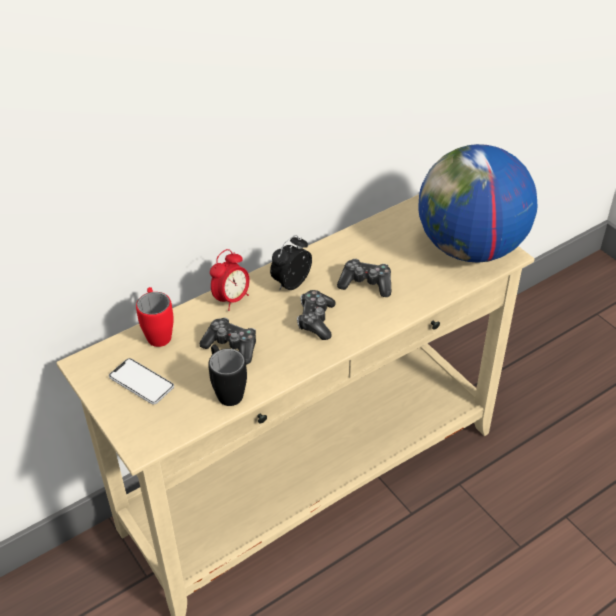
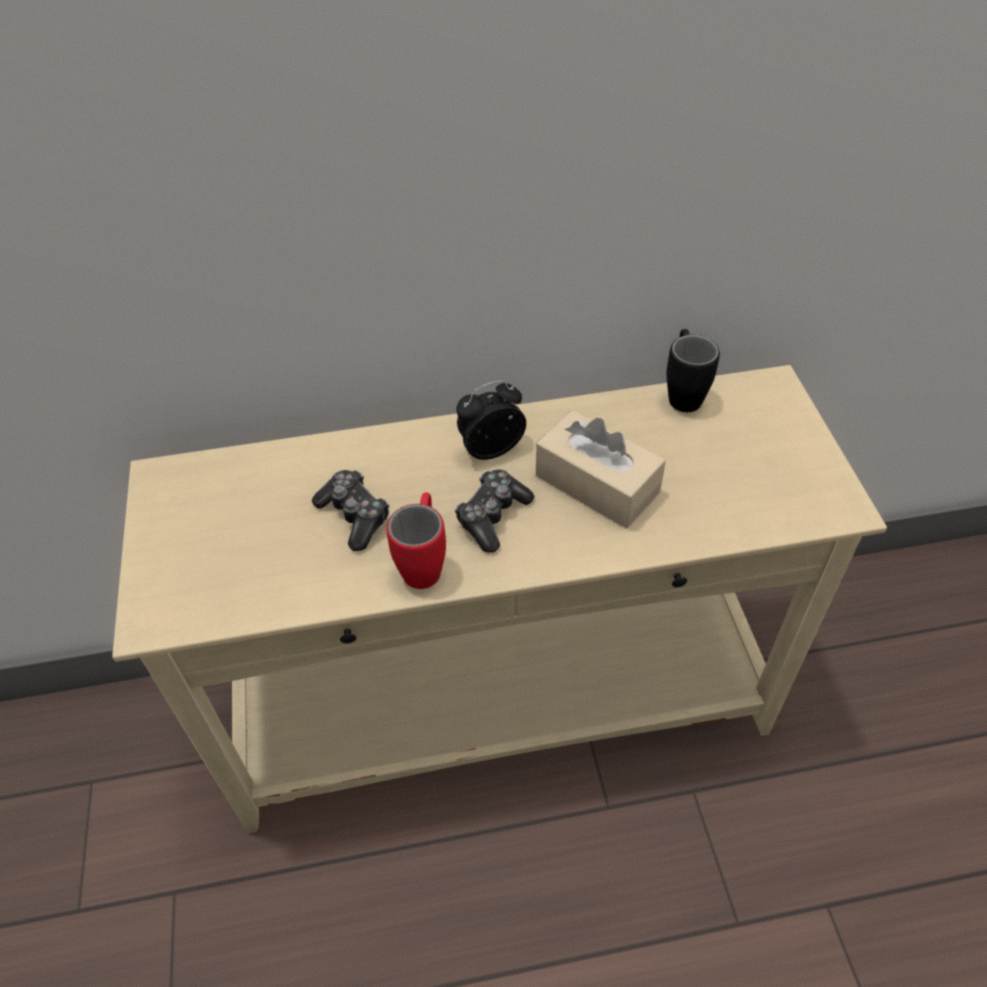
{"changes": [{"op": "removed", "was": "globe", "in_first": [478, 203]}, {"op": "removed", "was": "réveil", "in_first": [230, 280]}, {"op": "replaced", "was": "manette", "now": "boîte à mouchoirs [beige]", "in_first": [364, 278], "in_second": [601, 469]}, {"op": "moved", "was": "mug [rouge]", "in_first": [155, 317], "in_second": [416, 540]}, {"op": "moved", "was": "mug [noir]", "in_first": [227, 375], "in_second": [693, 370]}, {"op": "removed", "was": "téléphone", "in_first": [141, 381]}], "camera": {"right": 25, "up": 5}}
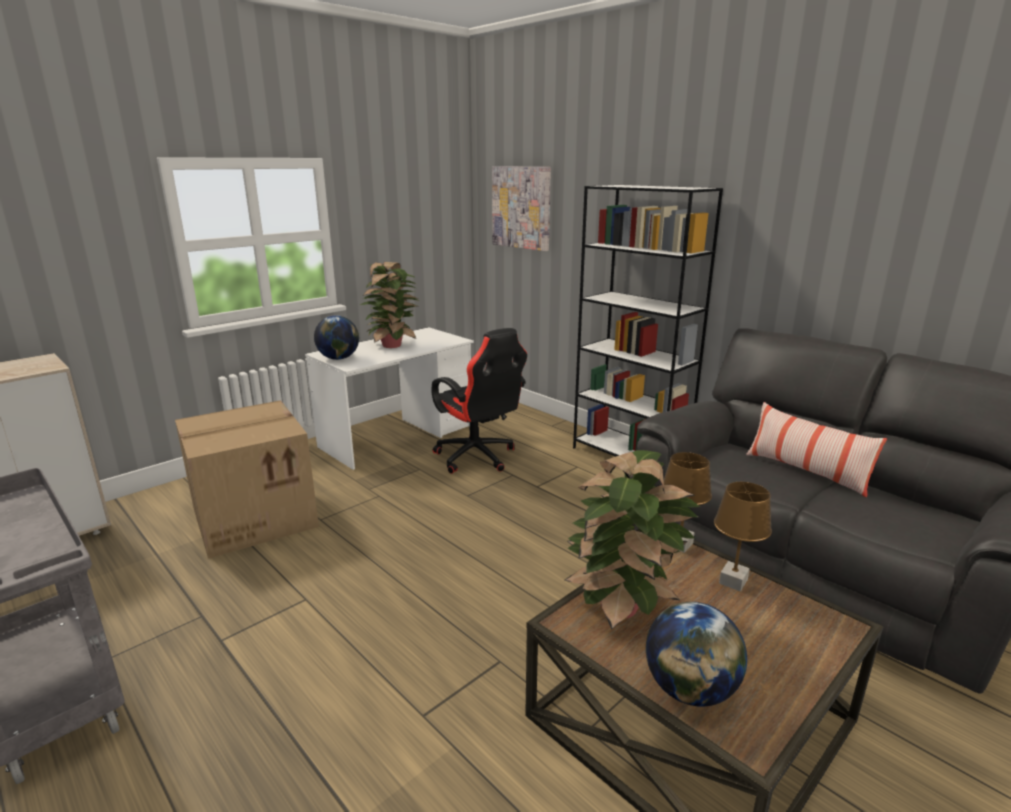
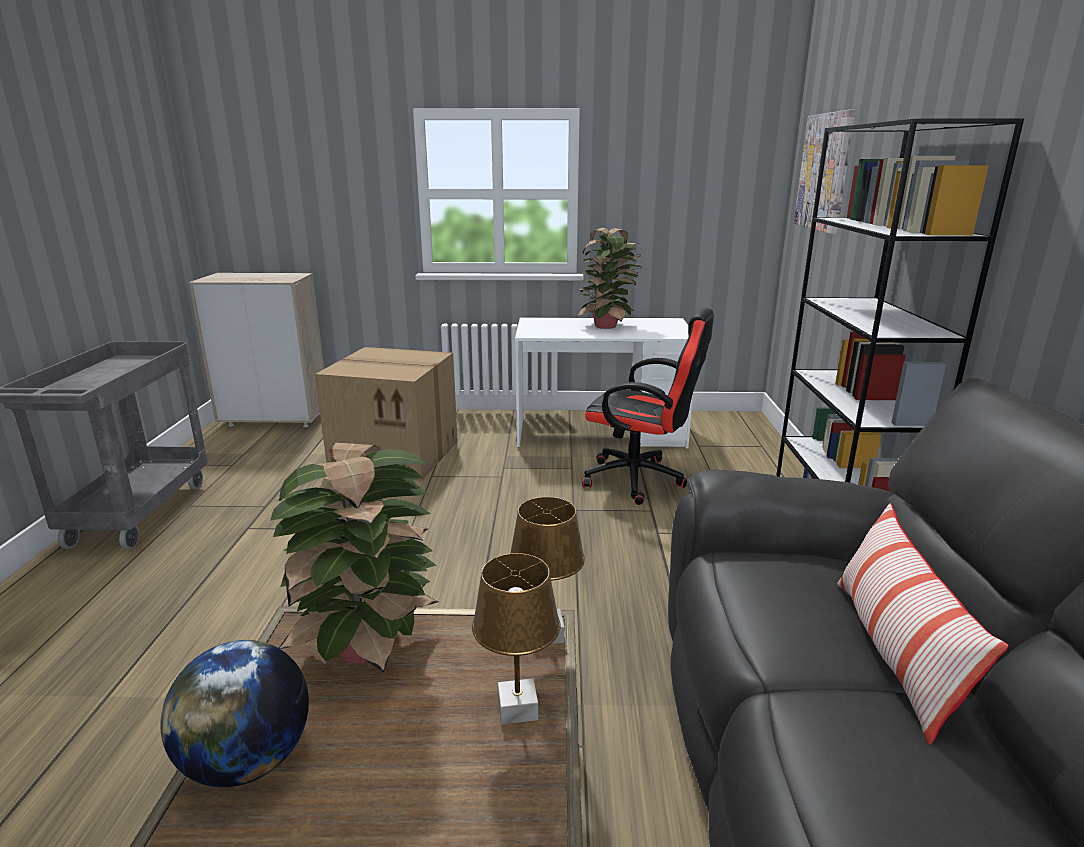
{"changes": [{"op": "removed", "was": "globe", "in_first": [336, 337]}, {"op": "turned", "was": "chaise de bureau [noir]", "in_first": [479, 401], "in_second": [648, 406], "clockwise": -75}], "camera": {"right": 45, "up": 0}}
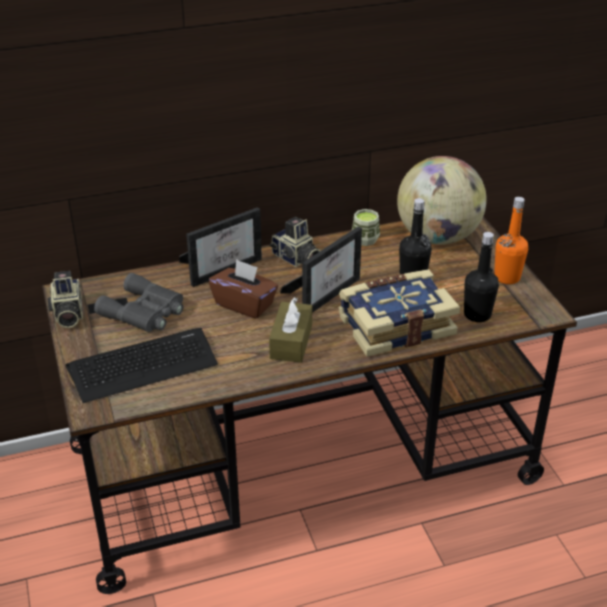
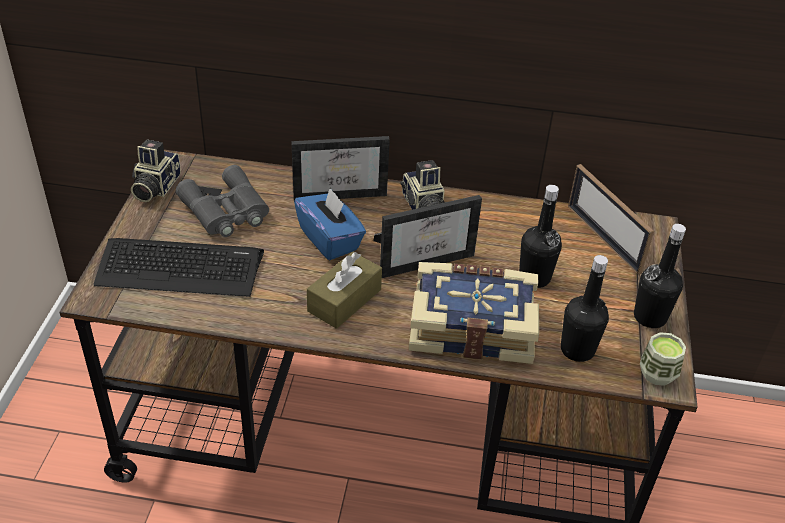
{"changes": [{"op": "replaced", "was": "globe", "now": "cadre photo", "in_first": [442, 200], "in_second": [611, 219]}, {"op": "recoloured", "was": "bouteille [orange]", "now": "bouteille [noir]", "in_first": [511, 240], "in_second": [660, 276]}, {"op": "moved", "was": "tasse", "in_first": [366, 227], "in_second": [663, 359]}, {"op": "recoloured", "was": "boîte à mouchoirs [marron]", "now": "boîte à mouchoirs [bleu]", "in_first": [243, 289], "in_second": [330, 223]}], "camera": {"right": 25, "up": 5}}
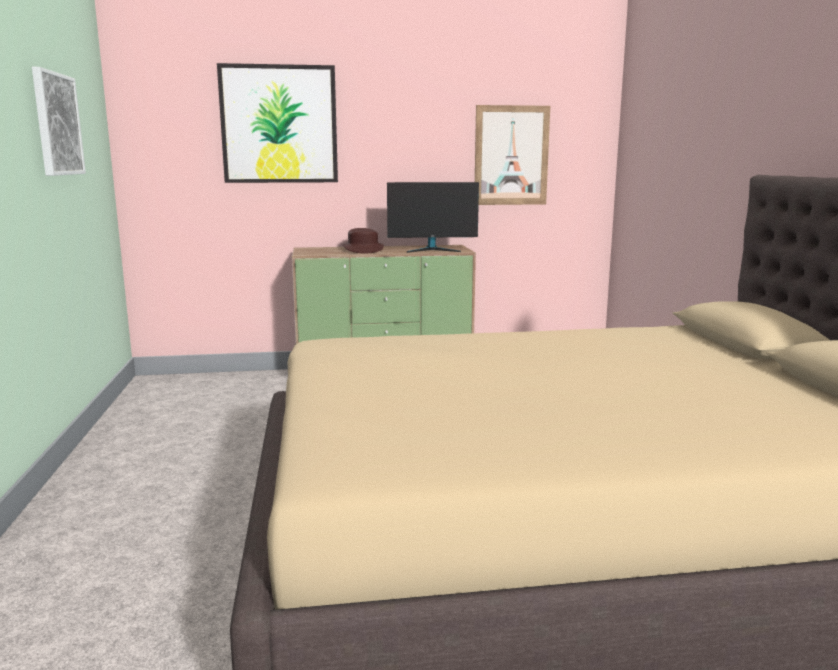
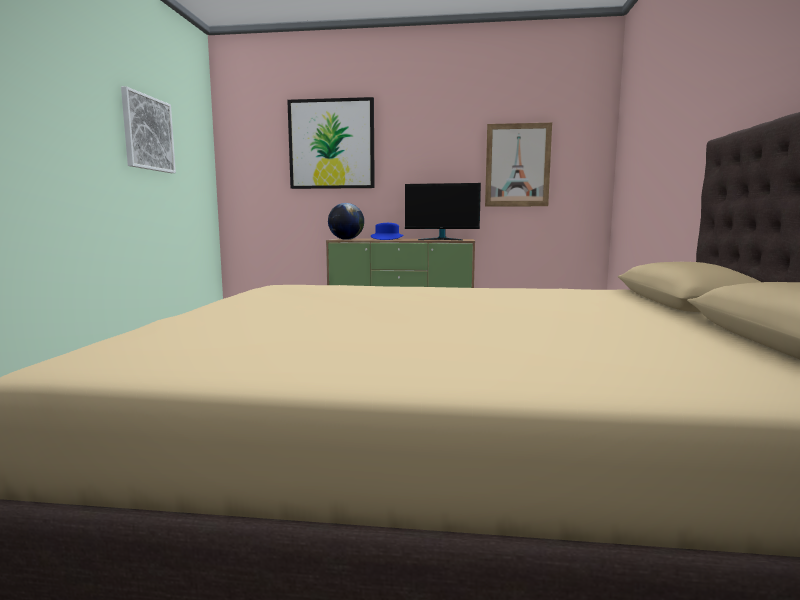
{"changes": [{"op": "recoloured", "was": "chapeau [marron]", "now": "chapeau [bleu]", "in_first": [363, 241], "in_second": [387, 231]}, {"op": "added", "now": "globe", "in_second": [346, 221]}], "camera": {"right": 15, "up": -5}}
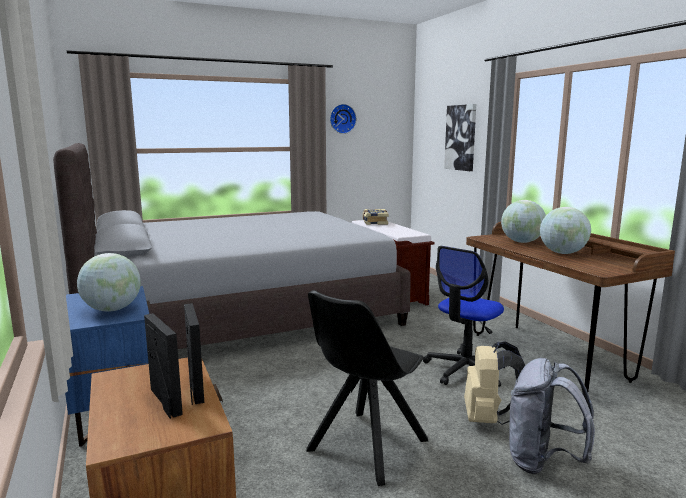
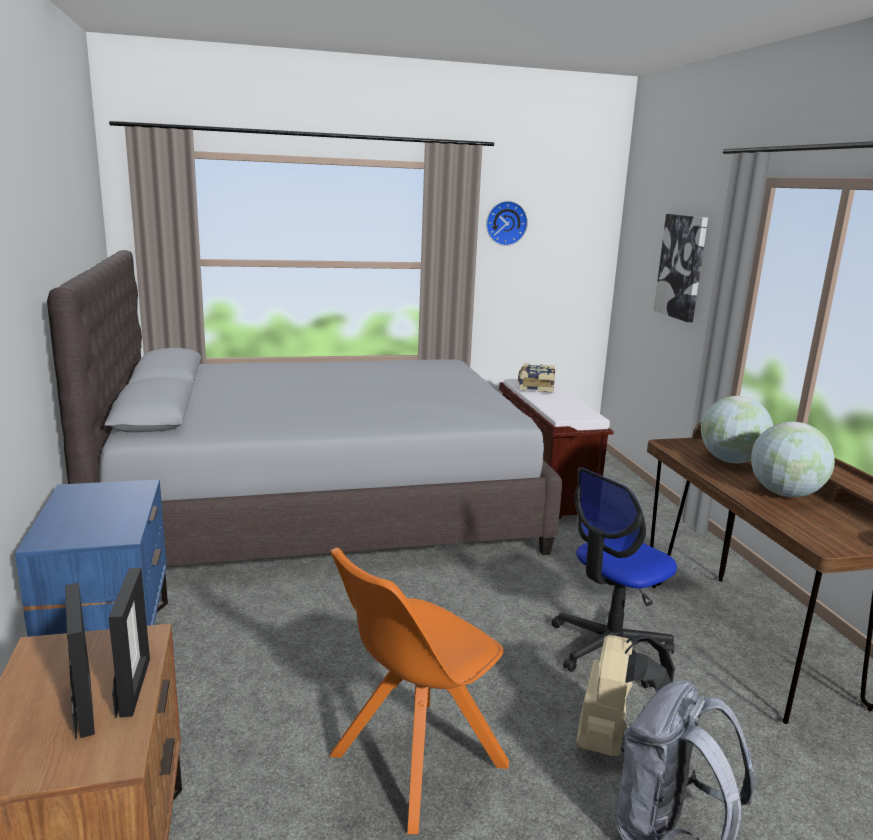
{"changes": [{"op": "removed", "was": "globe", "in_first": [109, 282]}, {"op": "recoloured", "was": "chaise [noir]", "now": "chaise [orange]", "in_first": [367, 388], "in_second": [419, 691]}], "camera": {"right": 10, "up": 5}}
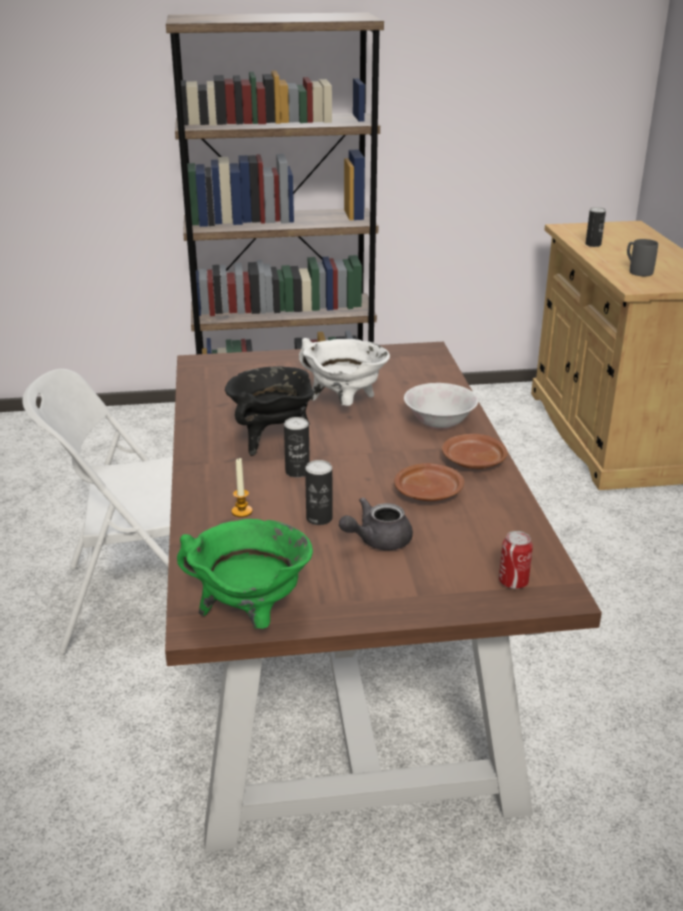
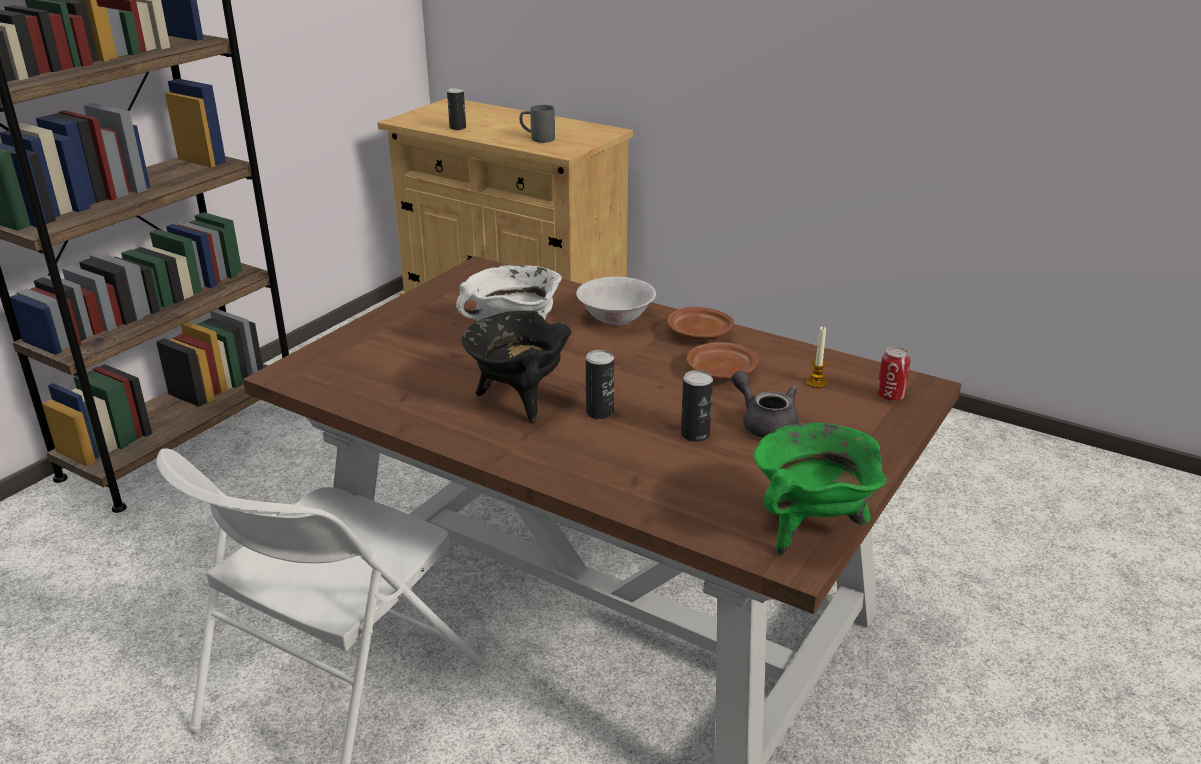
{"changes": [{"op": "moved", "was": "bougie", "in_first": [242, 487], "in_second": [817, 357]}, {"op": "turned", "was": "théière [gris]", "in_first": [376, 523], "in_second": [765, 404], "clockwise": 135}], "camera": {"right": -50, "up": 0}}
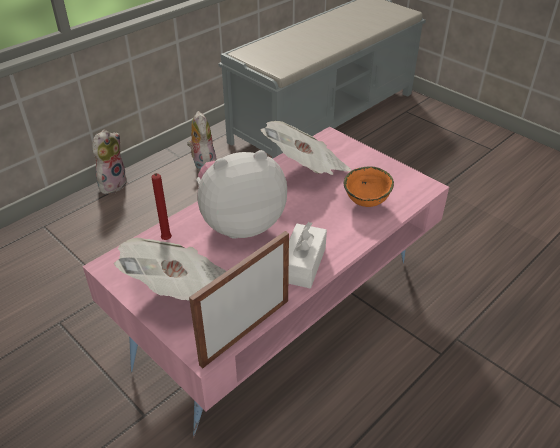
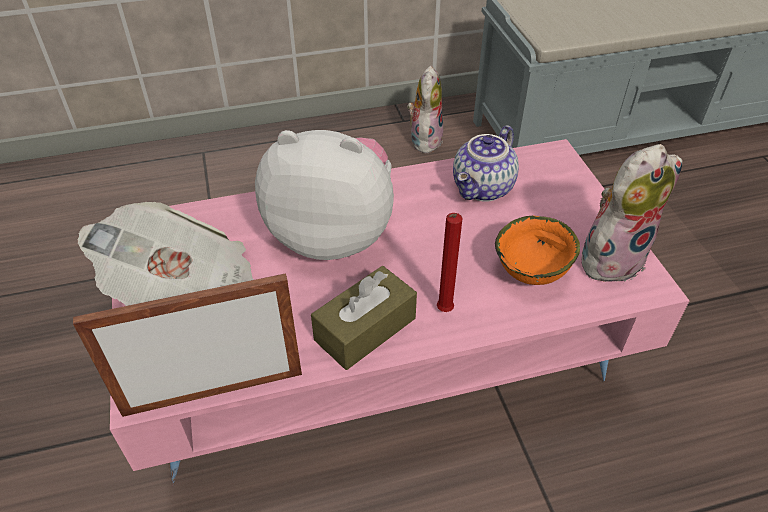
{"changes": [{"op": "replaced", "was": "journal", "now": "théière", "in_first": [305, 148], "in_second": [486, 163]}, {"op": "moved", "was": "peluche", "in_first": [110, 163], "in_second": [632, 214]}, {"op": "moved", "was": "bougie [rouge]", "in_first": [161, 206], "in_second": [450, 262]}, {"op": "recoloured", "was": "boîte à mouchoirs [blanc]", "now": "boîte à mouchoirs [marron]", "in_first": [307, 255], "in_second": [364, 318]}], "camera": {"right": 30, "up": 5}}
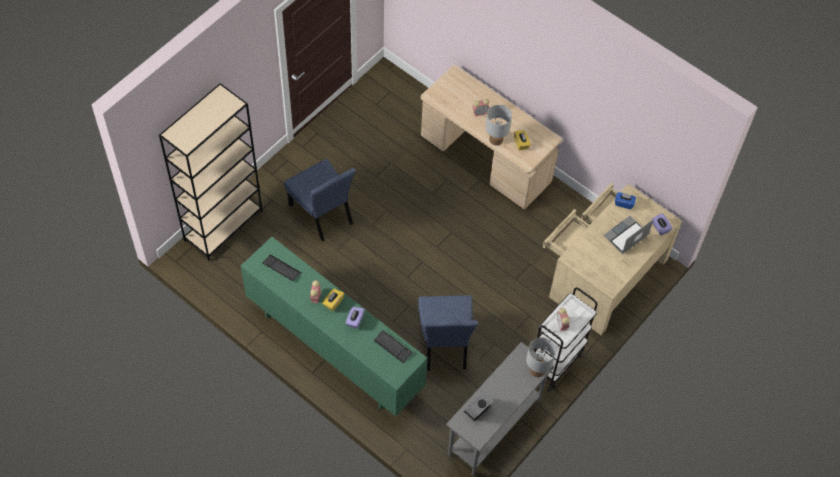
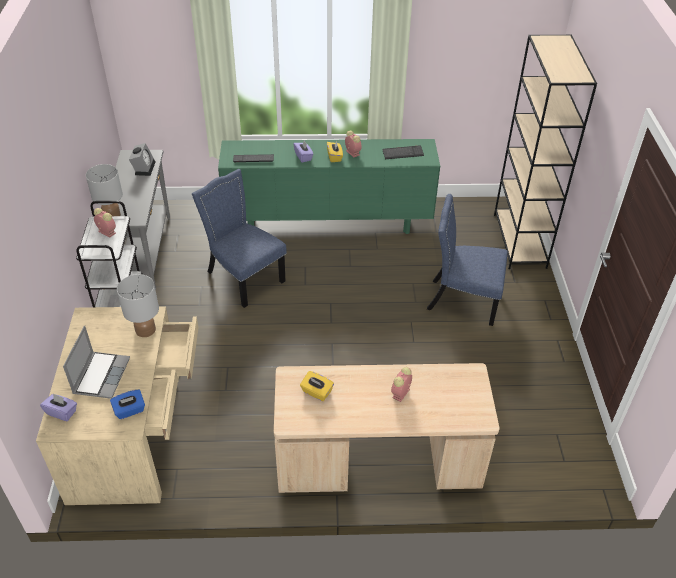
{"changes": [{"op": "moved", "was": "lampe de table [gris]", "in_first": [499, 125], "in_second": [138, 305]}], "camera": {"right": 140, "up": -15}}
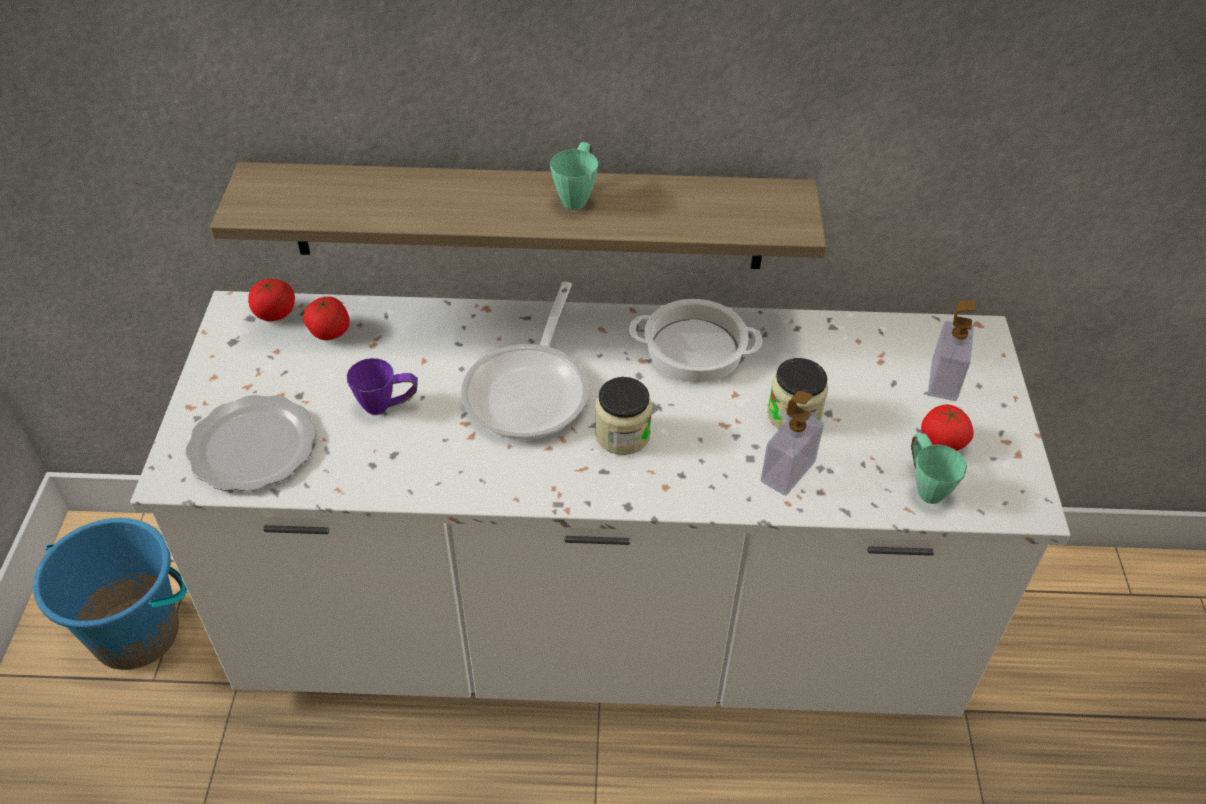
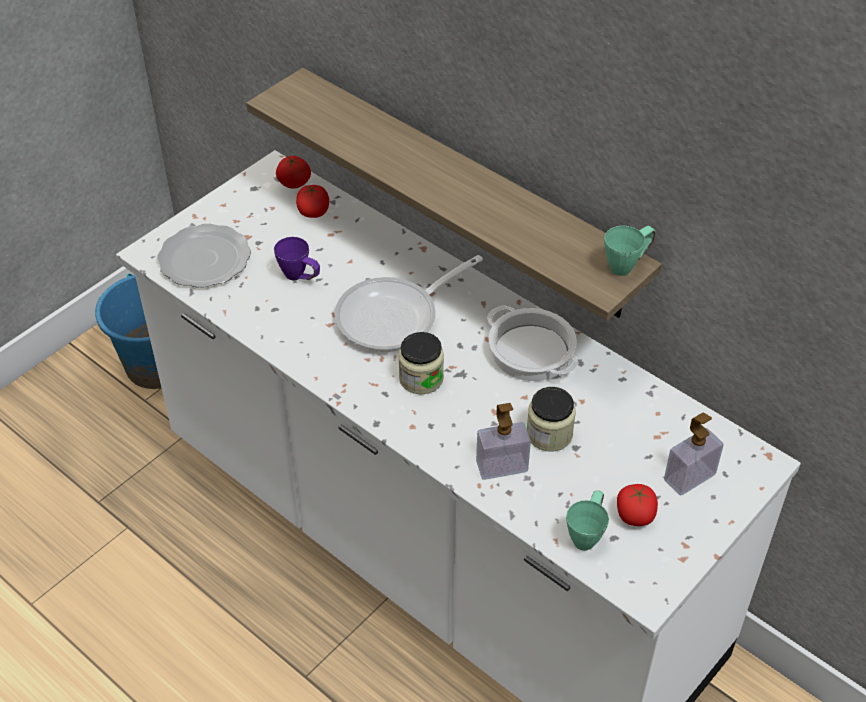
{"changes": [{"op": "moved", "was": "mug [vert]", "in_first": [574, 176], "in_second": [630, 250]}], "camera": {"right": 40, "up": 0}}
